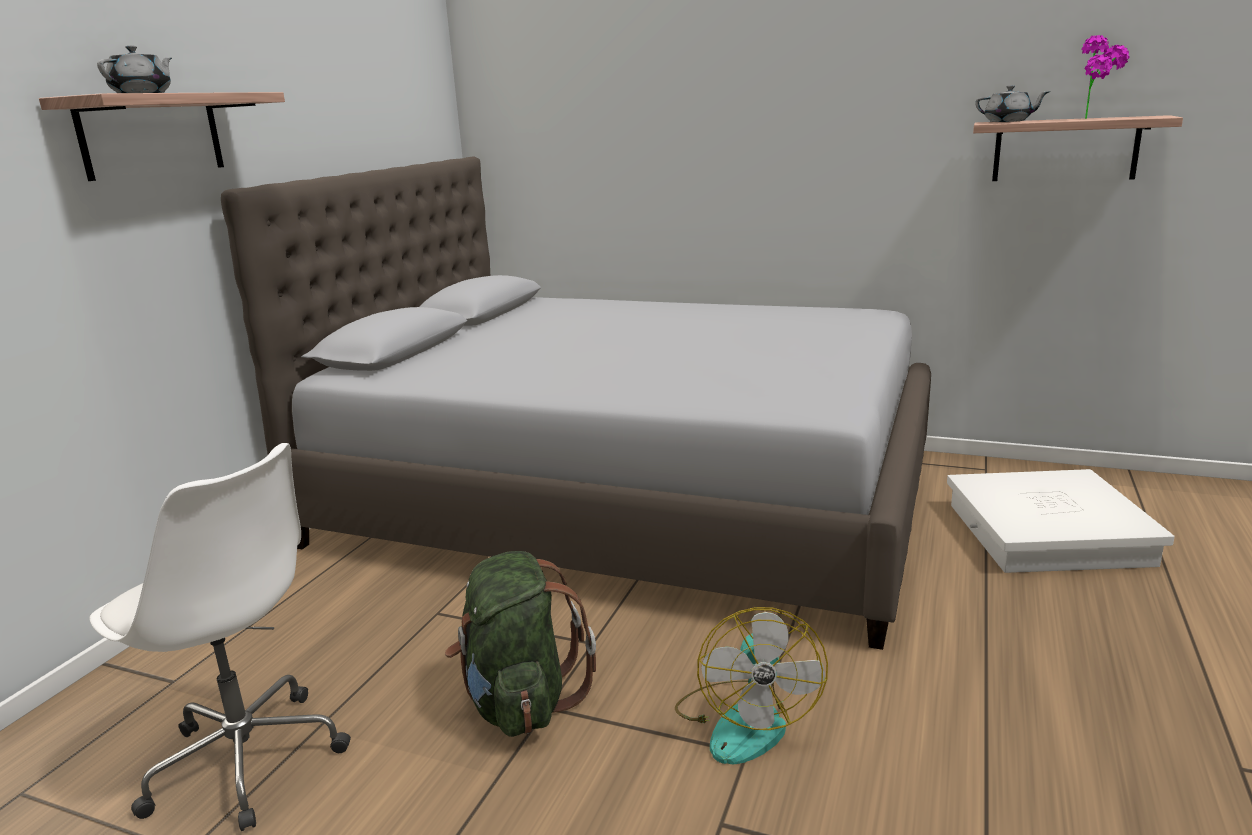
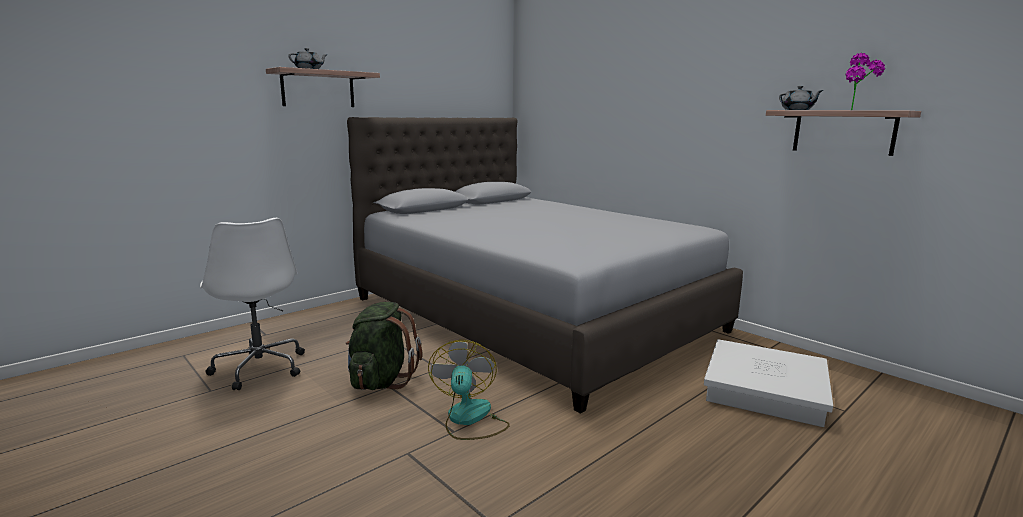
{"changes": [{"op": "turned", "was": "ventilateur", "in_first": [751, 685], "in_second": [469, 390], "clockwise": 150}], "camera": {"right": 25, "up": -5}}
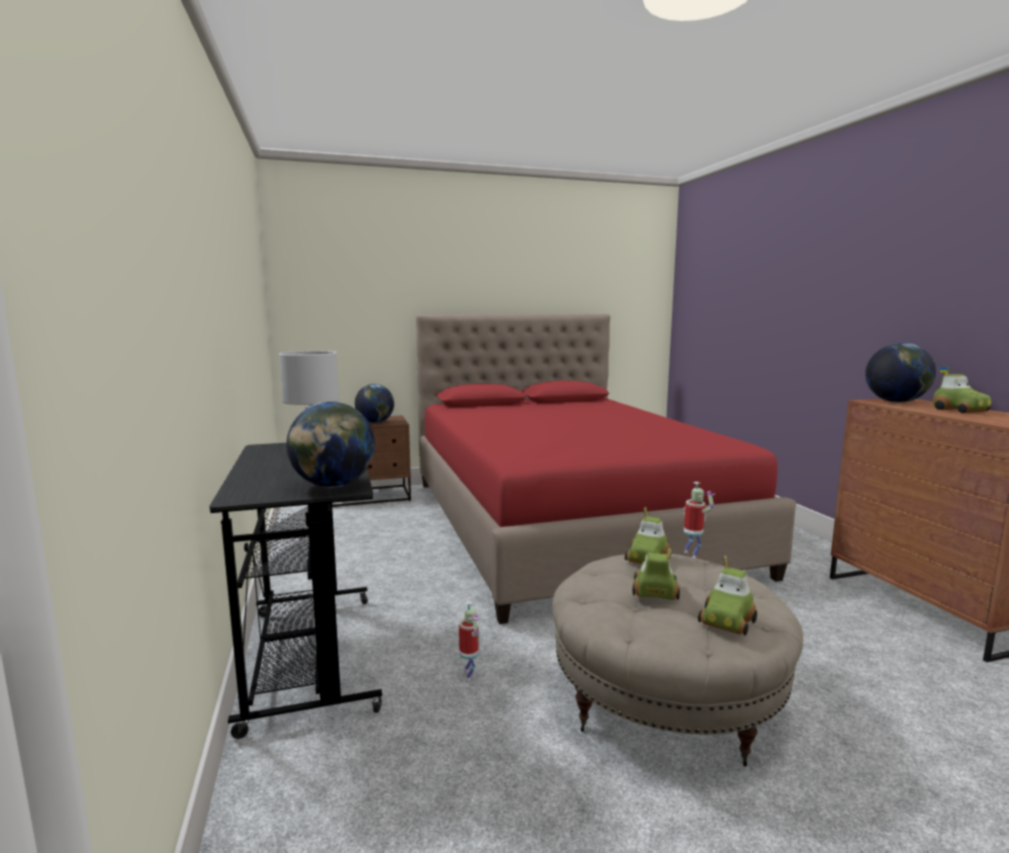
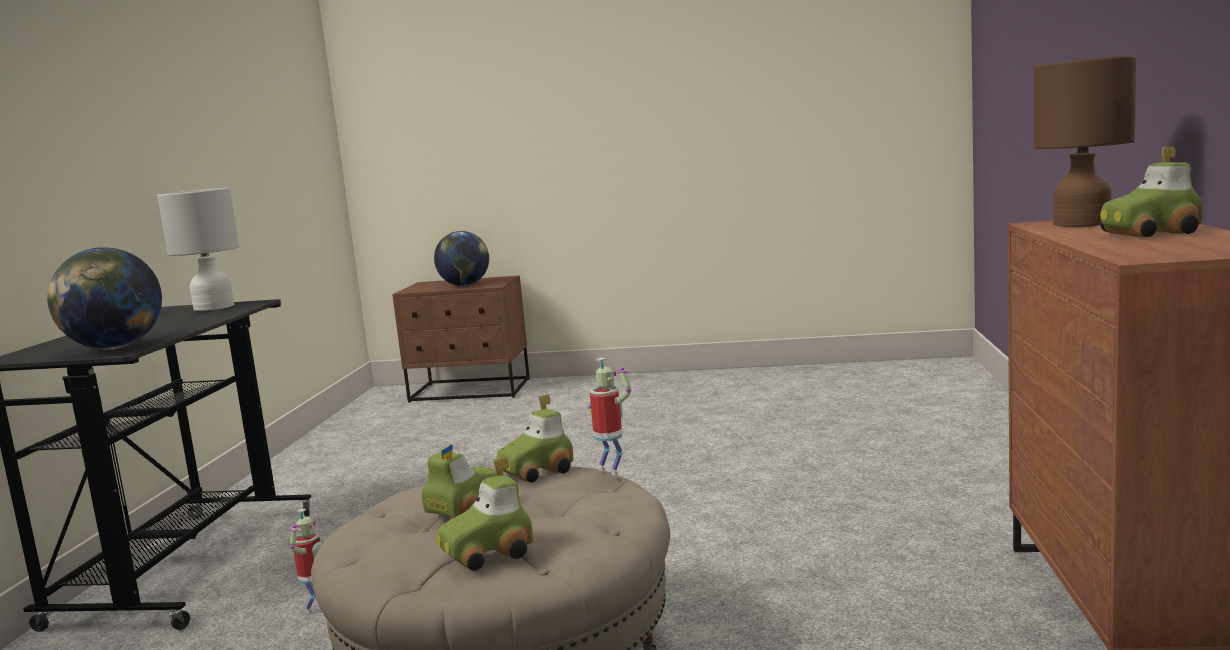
{"changes": [{"op": "removed", "was": "lit [rouge]", "in_first": [606, 469]}, {"op": "replaced", "was": "globe", "now": "lampe de table [marron]", "in_first": [900, 373], "in_second": [1085, 141]}, {"op": "turned", "was": "petite voiture", "in_first": [962, 390], "in_second": [1151, 192], "clockwise": 75}, {"op": "turned", "was": "robot jouet", "in_first": [699, 520], "in_second": [609, 416], "clockwise": -45}], "camera": {"right": 25, "up": 0}}
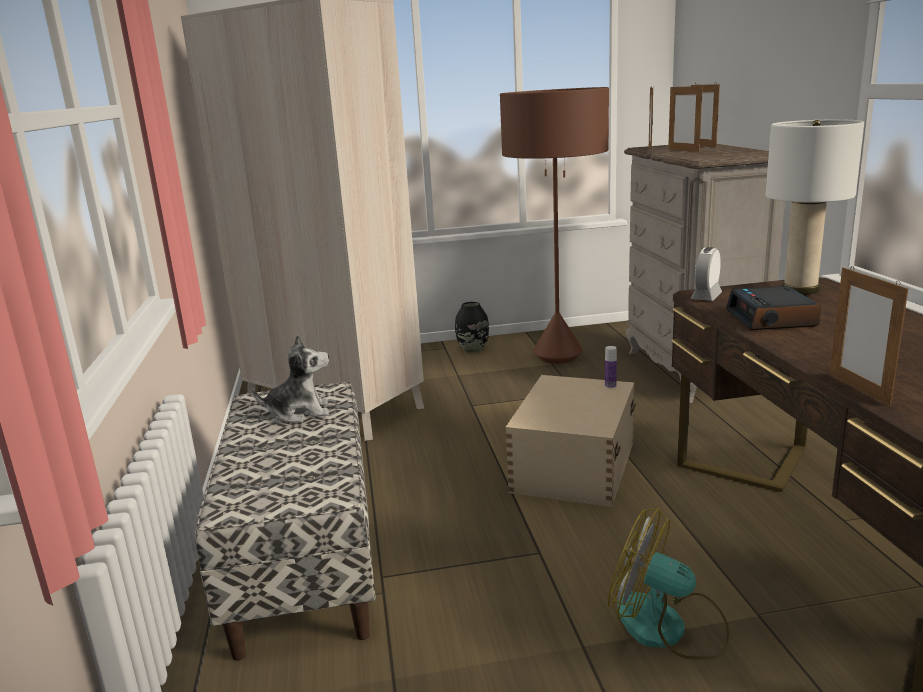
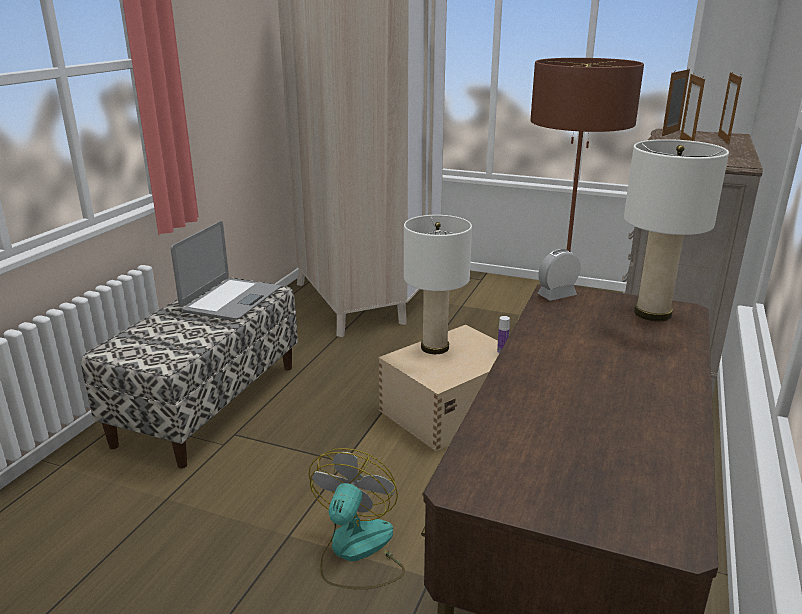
{"changes": [{"op": "removed", "was": "cadre photo", "in_first": [869, 336]}, {"op": "removed", "was": "réveil", "in_first": [773, 308]}, {"op": "removed", "was": "vase [noir]", "in_first": [472, 327]}, {"op": "replaced", "was": "peluche", "now": "ordinateur portable", "in_first": [290, 378], "in_second": [226, 270]}, {"op": "turned", "was": "ventilateur", "in_first": [668, 584], "in_second": [357, 518], "clockwise": 45}, {"op": "added", "now": "lampe de table [blanc]", "in_second": [438, 284]}], "camera": {"right": 30, "up": 5}}
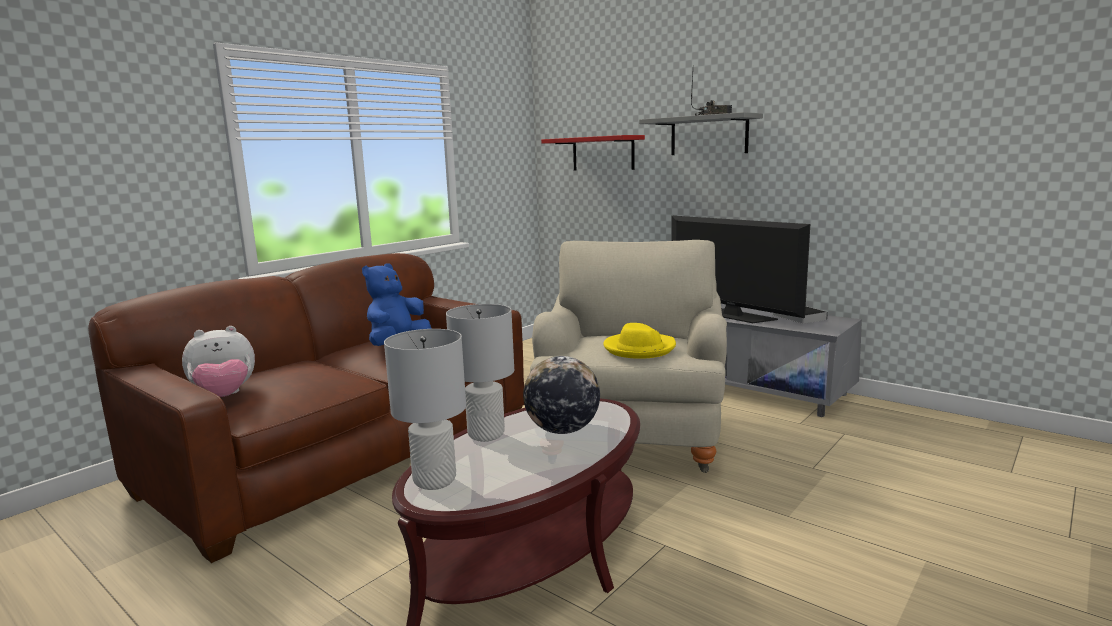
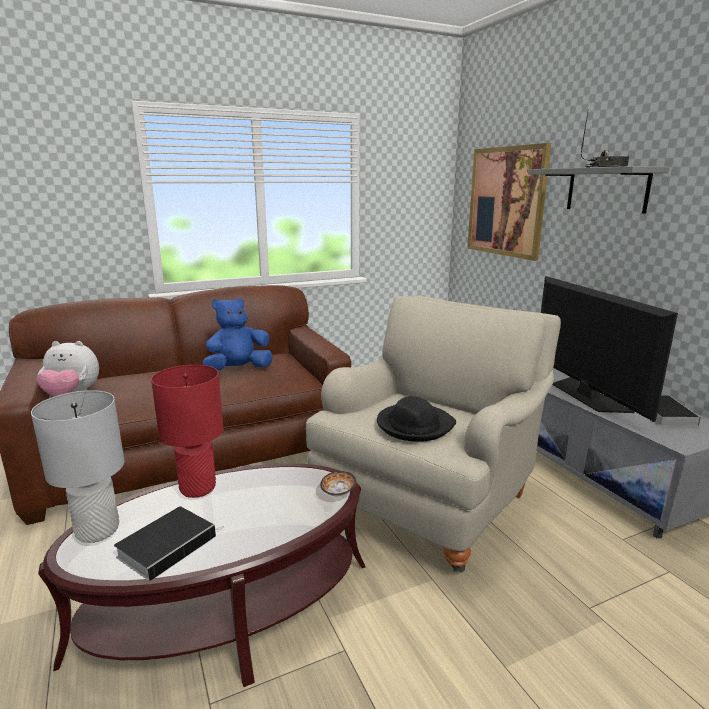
{"changes": [{"op": "replaced", "was": "étagère [rouge]", "now": "tableau", "in_first": [593, 153], "in_second": [509, 202]}, {"op": "recoloured", "was": "lampe de table [gris]", "now": "lampe de table [rouge]", "in_first": [480, 373], "in_second": [187, 431]}, {"op": "recoloured", "was": "chapeau [jaune]", "now": "chapeau [noir]", "in_first": [639, 341], "in_second": [416, 419]}, {"op": "removed", "was": "globe", "in_first": [561, 395]}, {"op": "added", "now": "bol", "in_second": [338, 483]}, {"op": "added", "now": "livre", "in_second": [169, 543]}], "camera": {"right": 25, "up": 5}}
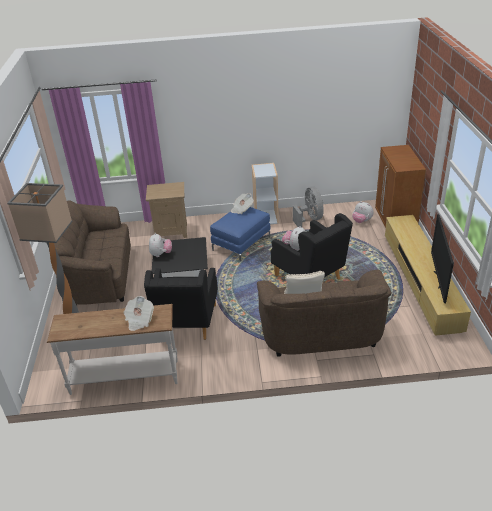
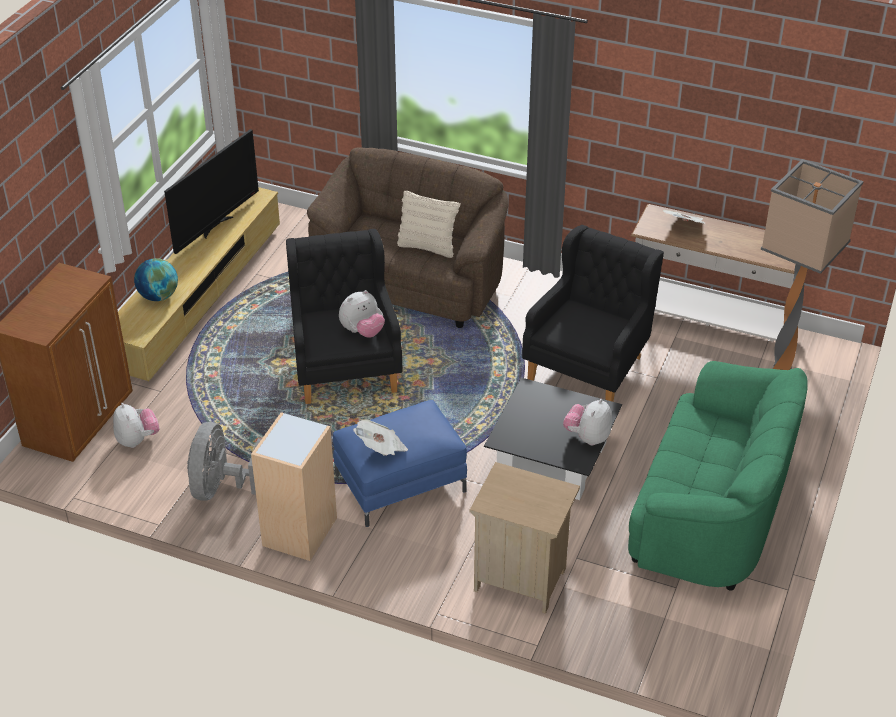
{"changes": [{"op": "recoloured", "was": "canapé [marron]", "now": "canapé [vert]", "in_first": [90, 252], "in_second": [718, 476]}, {"op": "added", "now": "globe", "in_second": [156, 279]}], "camera": {"right": -155, "up": 5}}
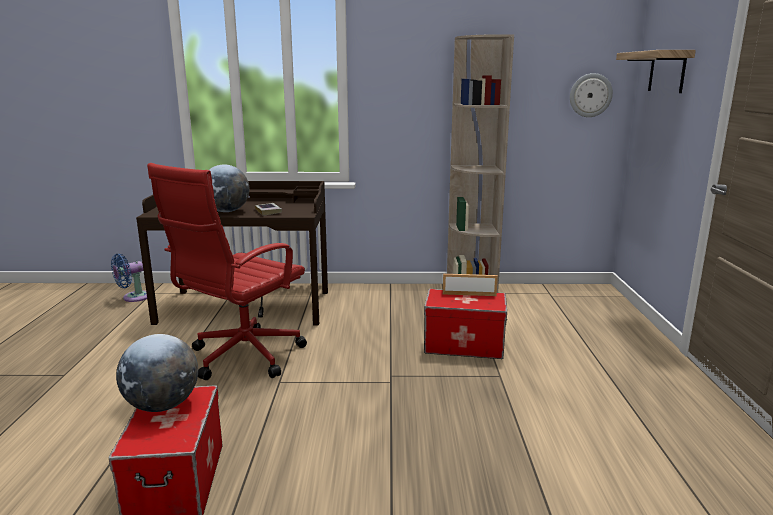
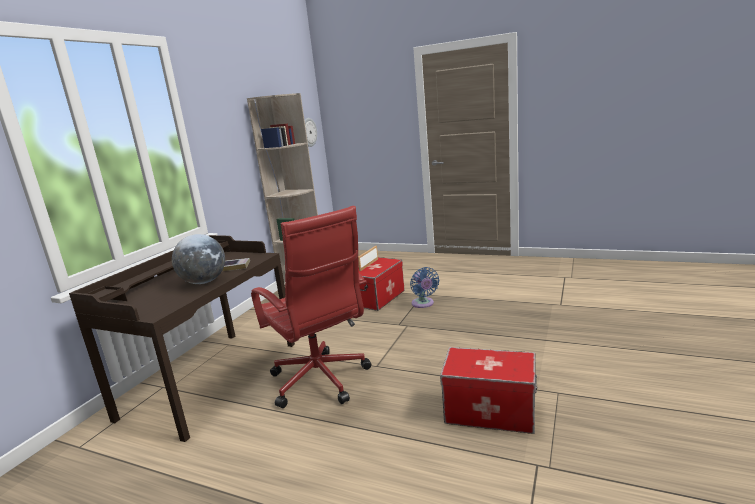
{"changes": [{"op": "removed", "was": "étagère", "in_first": [656, 71]}, {"op": "moved", "was": "ventilateur [bleu]", "in_first": [129, 278], "in_second": [424, 287]}, {"op": "removed", "was": "globe", "in_first": [157, 373]}], "camera": {"right": -65, "up": 0}}
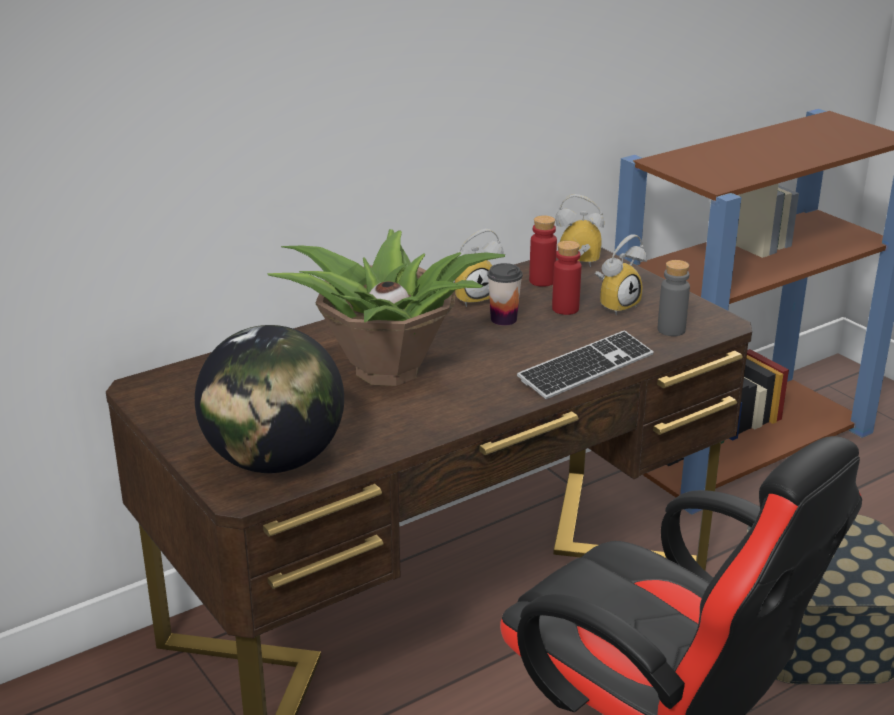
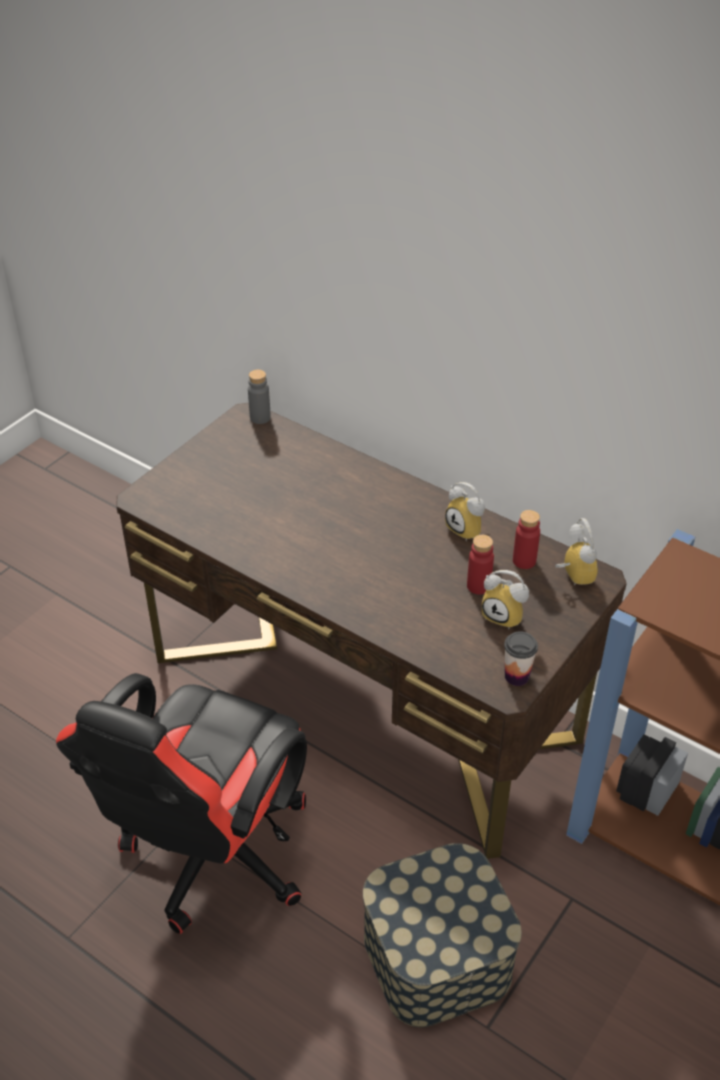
{"changes": [{"op": "removed", "was": "plante en pot", "in_first": [386, 307]}, {"op": "moved", "was": "bouteille [gris]", "in_first": [674, 298], "in_second": [259, 396]}, {"op": "moved", "was": "tasse", "in_first": [505, 294], "in_second": [521, 658]}, {"op": "removed", "was": "globe", "in_first": [269, 399]}, {"op": "removed", "was": "clavier", "in_first": [585, 365]}], "camera": {"right": 70, "up": 15}}
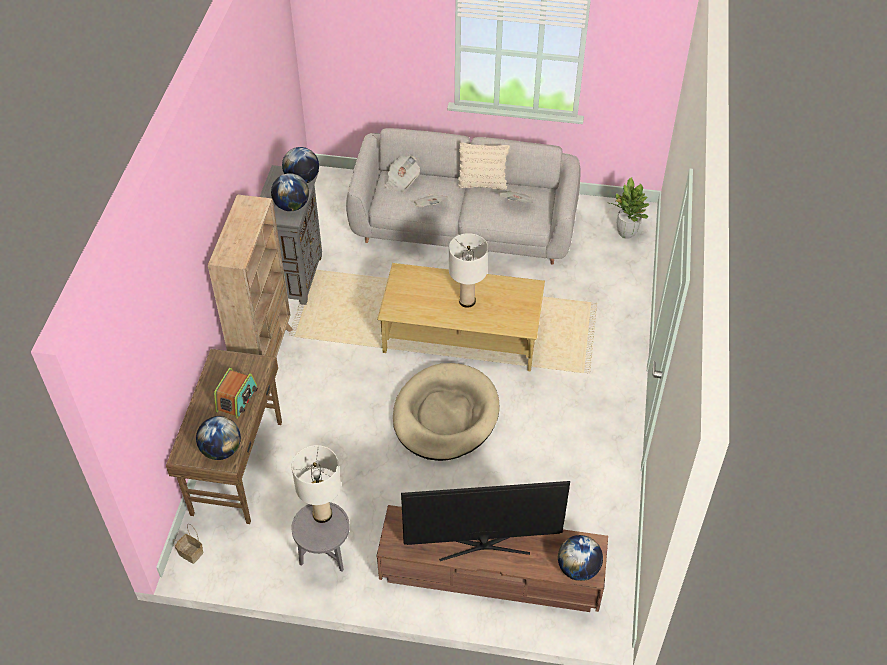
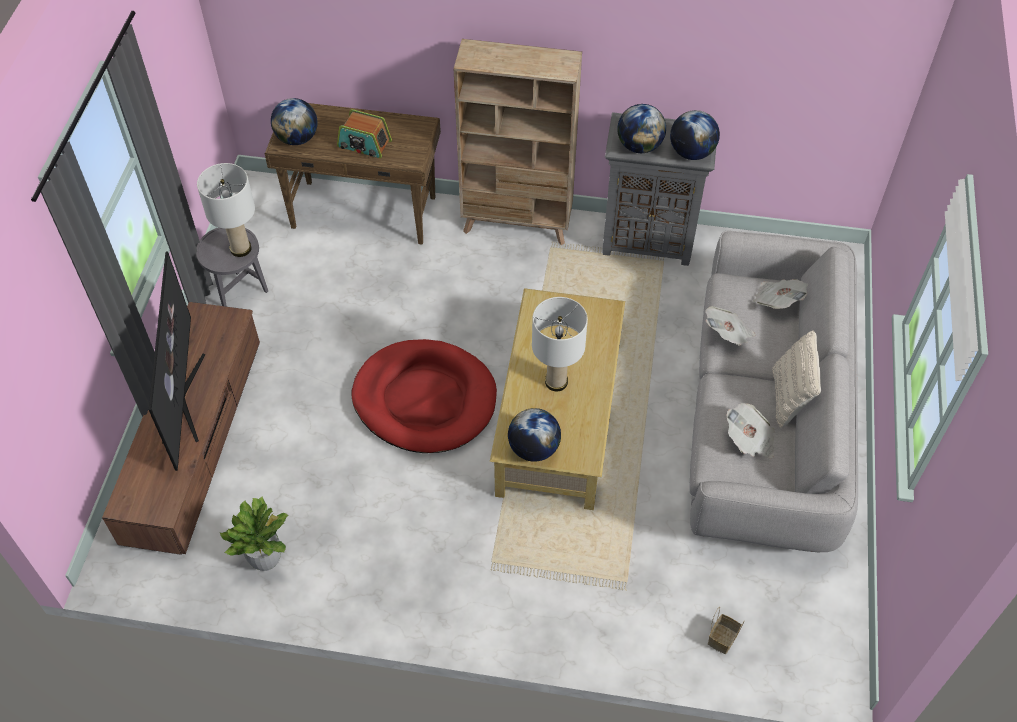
{"changes": [{"op": "moved", "was": "plante en pot", "in_first": [629, 208], "in_second": [254, 533]}, {"op": "recoloured", "was": "panier pour chien [beige]", "now": "panier pour chien [rouge]", "in_first": [446, 412], "in_second": [424, 396]}, {"op": "moved", "was": "panier", "in_first": [188, 544], "in_second": [726, 630]}, {"op": "moved", "was": "globe", "in_first": [580, 558], "in_second": [534, 435]}], "camera": {"right": 90, "up": 5}}
